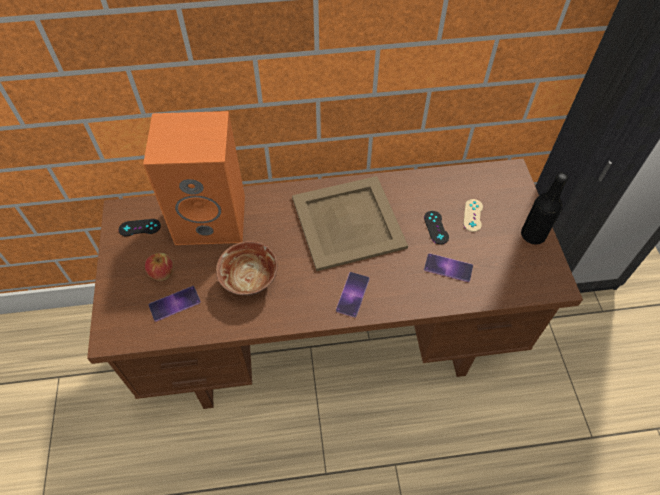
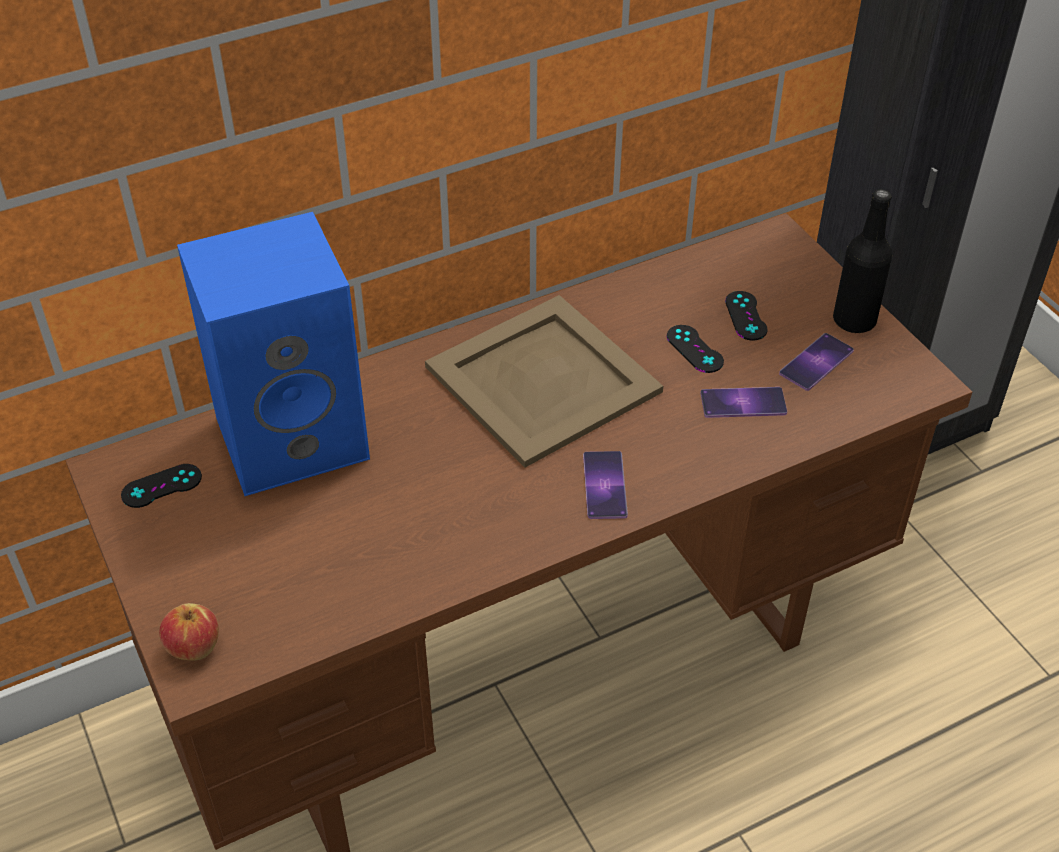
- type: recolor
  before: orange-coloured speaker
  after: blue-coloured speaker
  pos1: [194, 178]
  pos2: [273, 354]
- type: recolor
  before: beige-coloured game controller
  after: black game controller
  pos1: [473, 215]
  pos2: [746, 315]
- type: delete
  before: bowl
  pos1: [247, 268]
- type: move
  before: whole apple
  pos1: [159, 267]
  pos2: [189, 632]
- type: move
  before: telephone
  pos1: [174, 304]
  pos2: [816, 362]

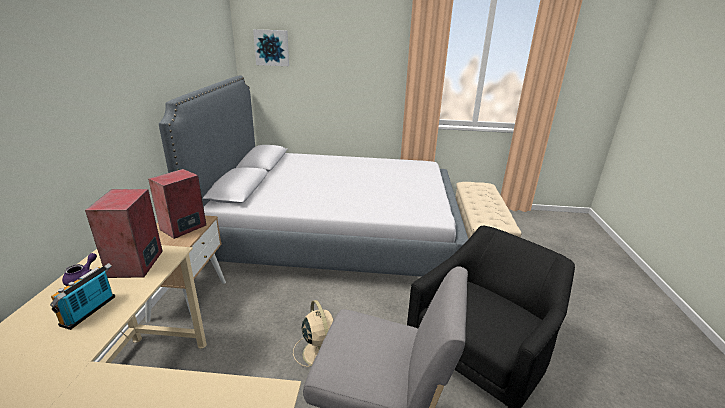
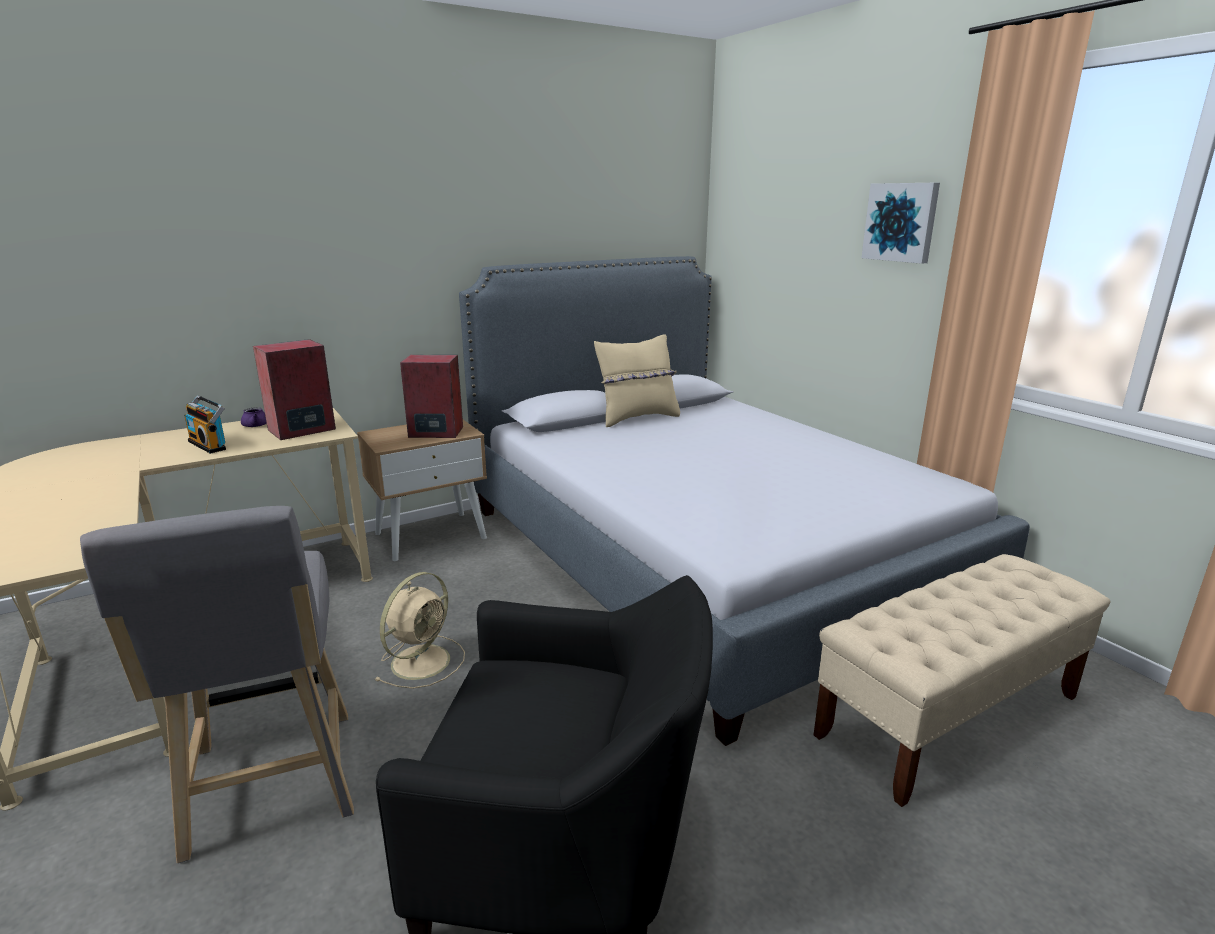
- type: move
  before: wall art
  pos1: [271, 47]
  pos2: [900, 223]
- type: rotate
  before: radio receiver
  pos1: [82, 296]
  pos2: [205, 424]
  turn: -120
- type: insert
  after: beige-coloured cushion
  pos2: [637, 380]

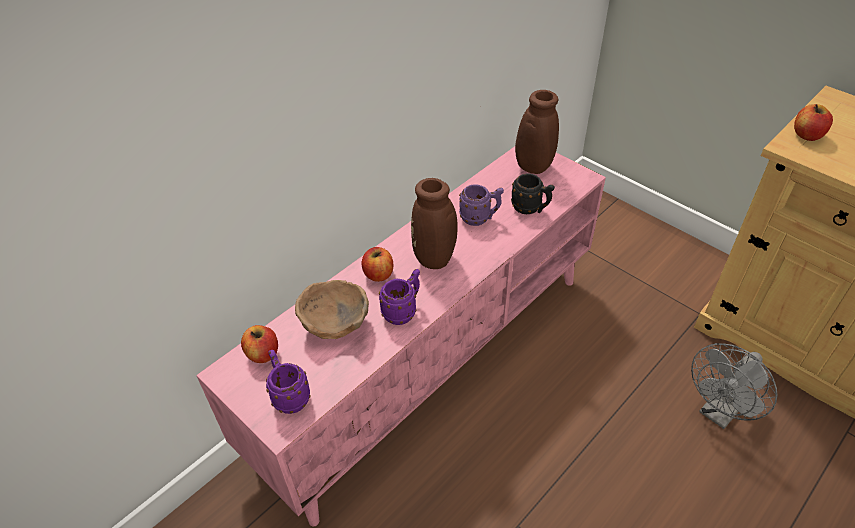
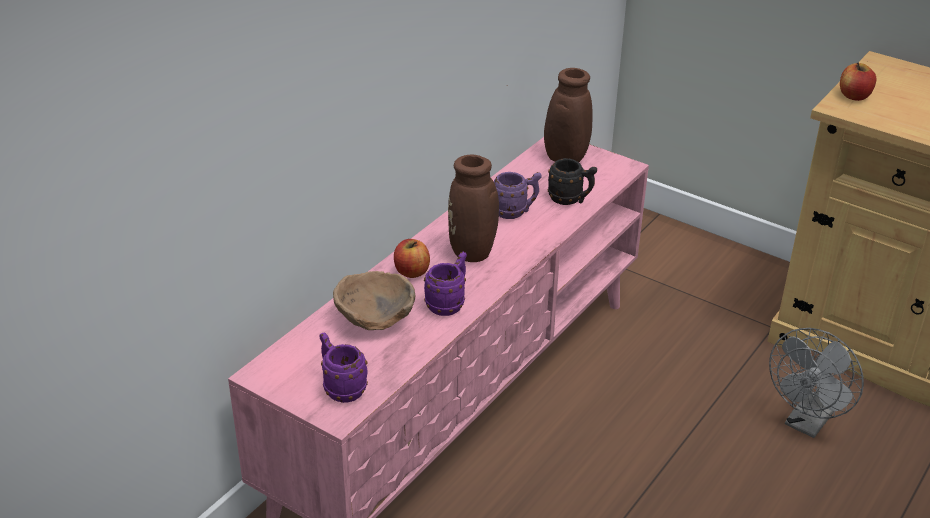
- type: delete
  before: whole apple
  pos1: [259, 344]

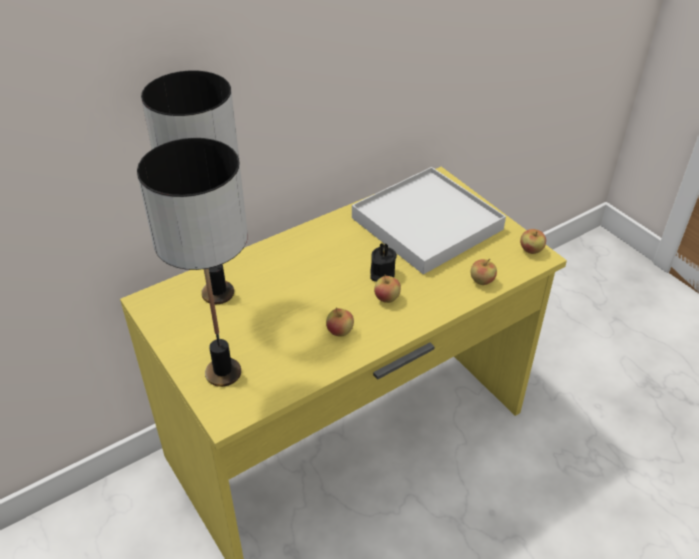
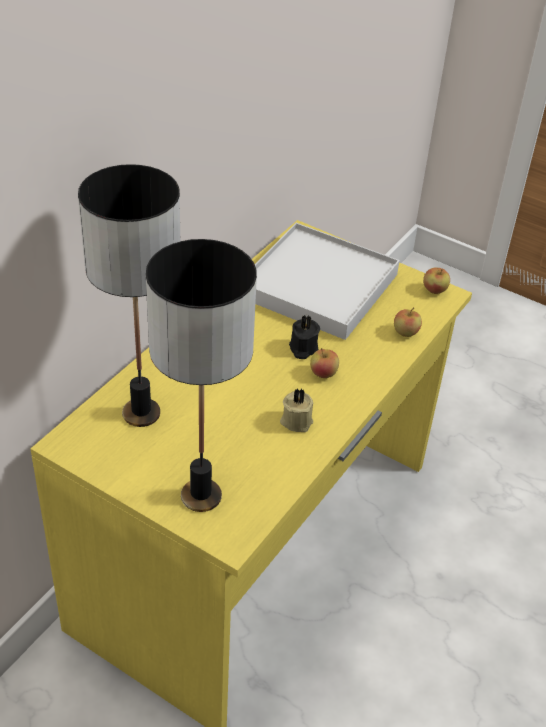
- type: replace
  before: whole apple
  after: beige-coloured candle
  pos1: [340, 322]
  pos2: [296, 410]

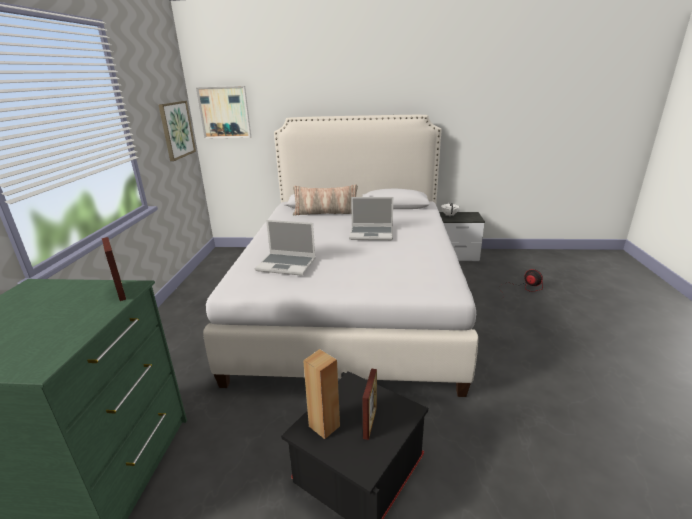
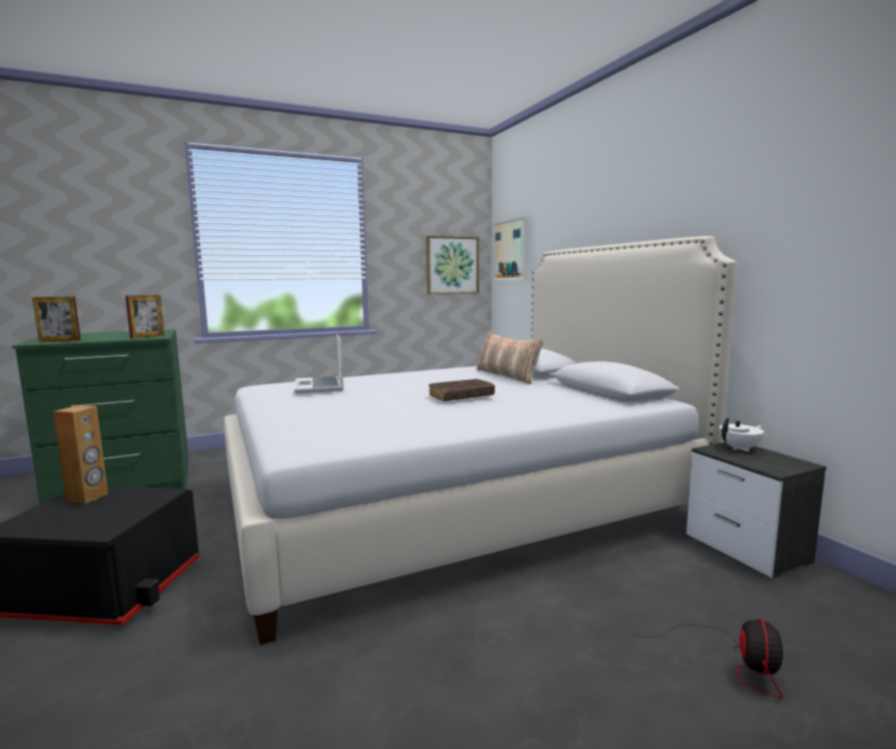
- type: replace
  before: laptop
  after: brown-coloured book
  pos1: [371, 218]
  pos2: [462, 390]
- type: move
  before: picture frame
  pos1: [369, 404]
  pos2: [56, 319]

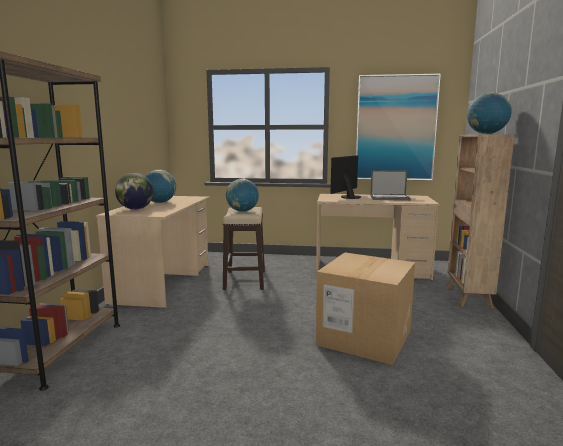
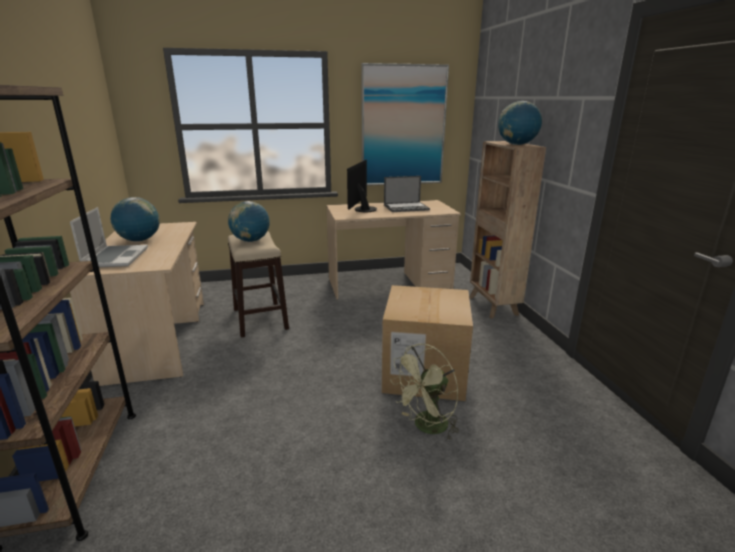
- type: replace
  before: desk globe
  after: laptop
  pos1: [134, 191]
  pos2: [109, 237]
- type: insert
  after: green-coloured fan
  pos2: [424, 392]

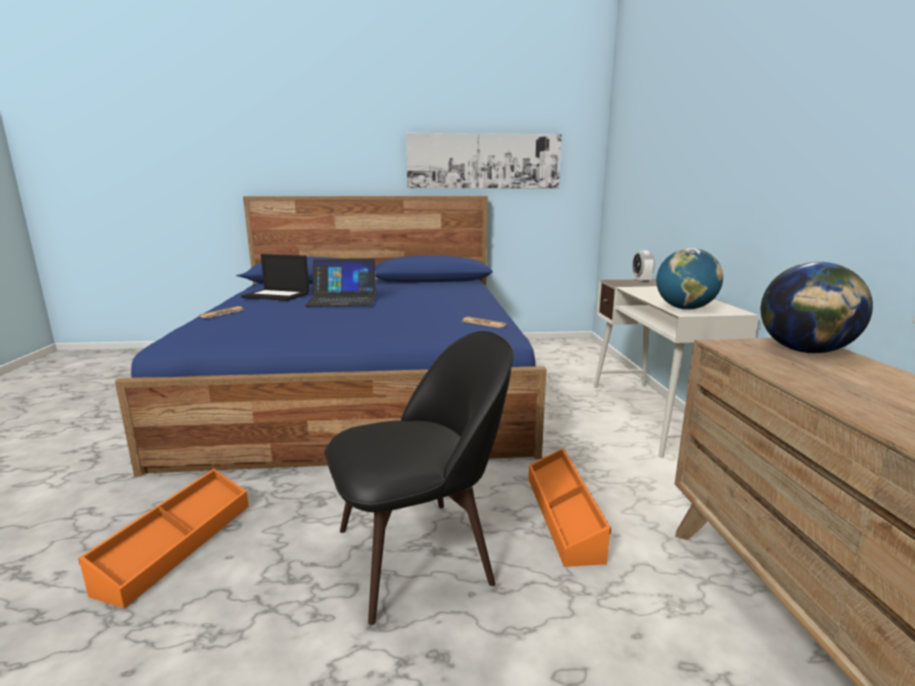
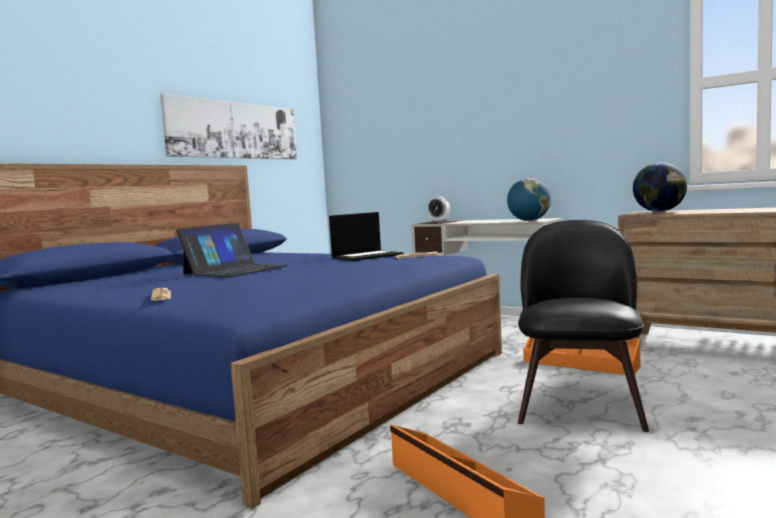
- type: move
  before: laptop
  pos1: [275, 277]
  pos2: [366, 236]

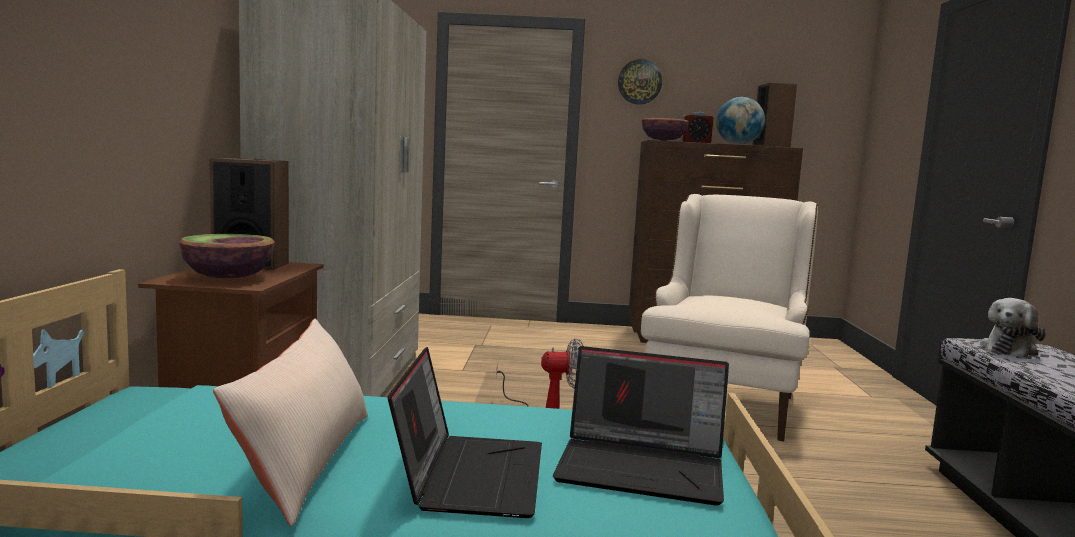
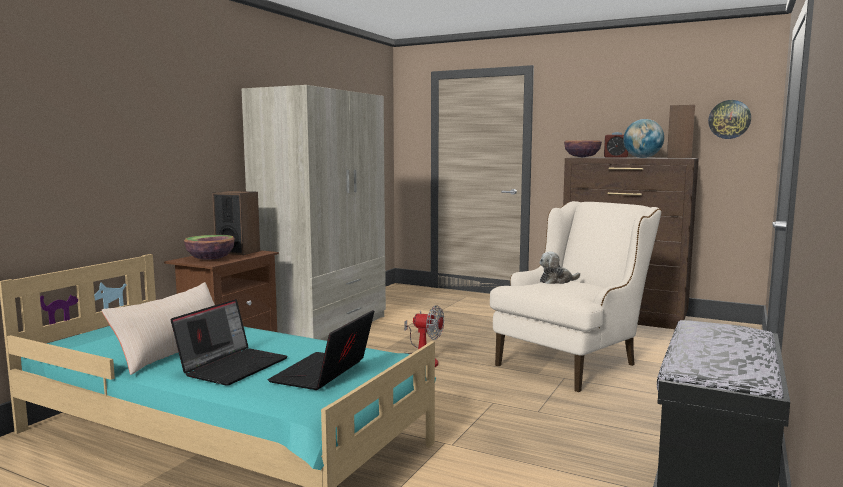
- type: move
  before: clock on the wall
  pos1: [640, 82]
  pos2: [729, 119]
- type: move
  before: cuddly toy
  pos1: [1013, 328]
  pos2: [559, 268]
- type: rotate
  before: laptop
  pos1: [641, 426]
  pos2: [320, 350]
  turn: 75

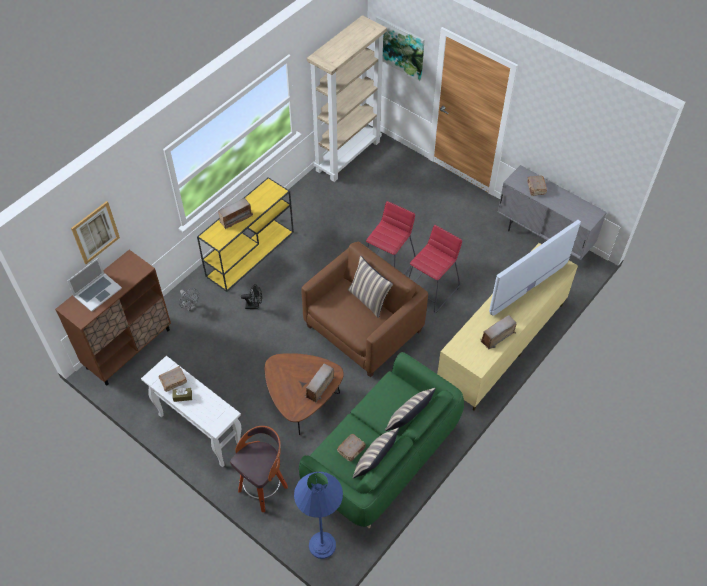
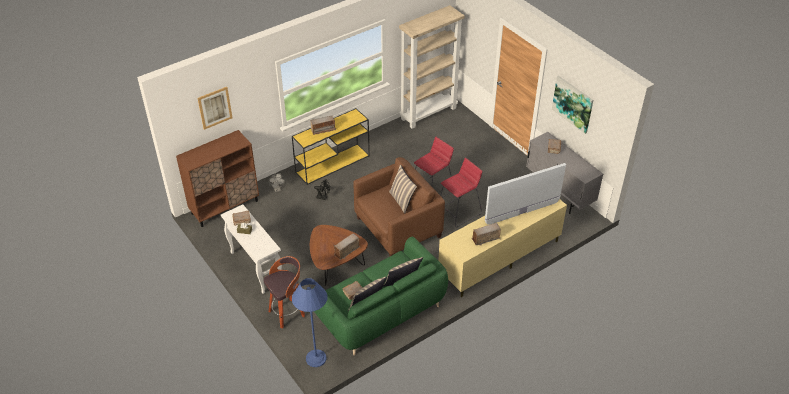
- type: move
  before: wall art
  pos1: [400, 48]
  pos2: [572, 105]
- type: delete
  before: laptop
  pos1: [94, 285]

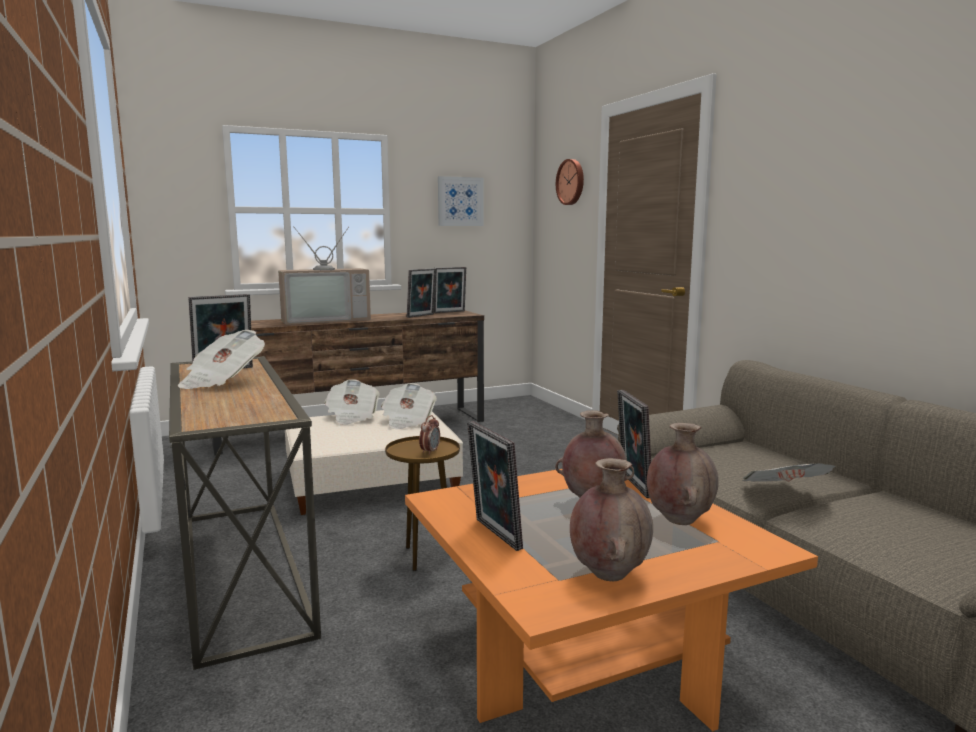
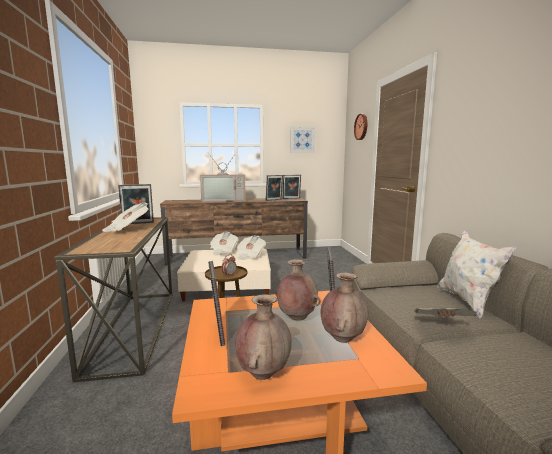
- type: insert
  after: white cushion
  pos2: [477, 274]

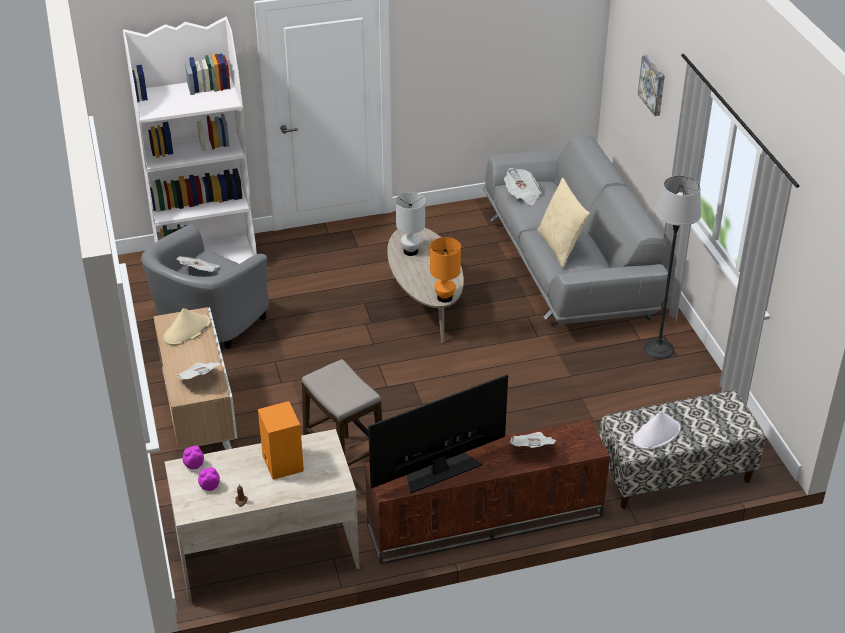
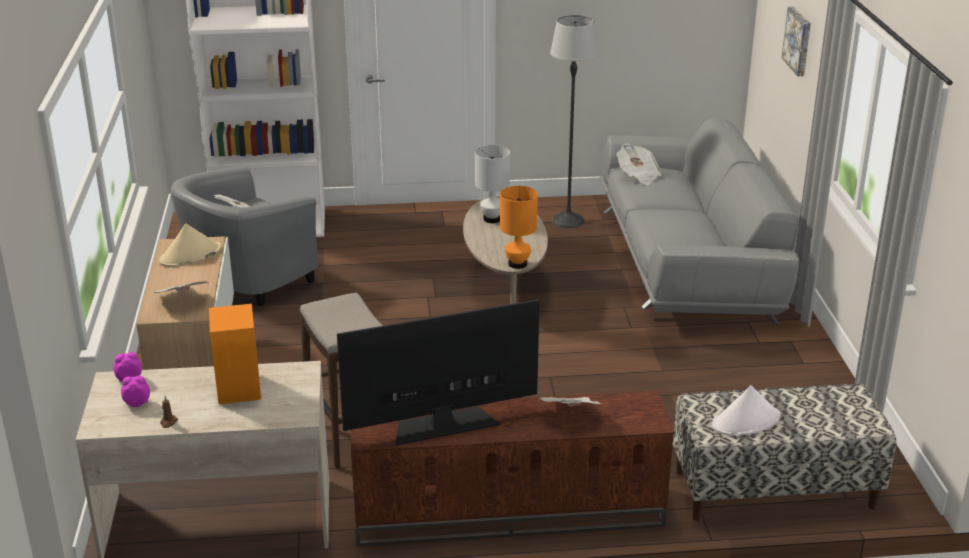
- type: move
  before: standard lamp
  pos1: [672, 267]
  pos2: [574, 121]
- type: delete
  before: beige-coloured cushion
  pos1: [563, 223]

